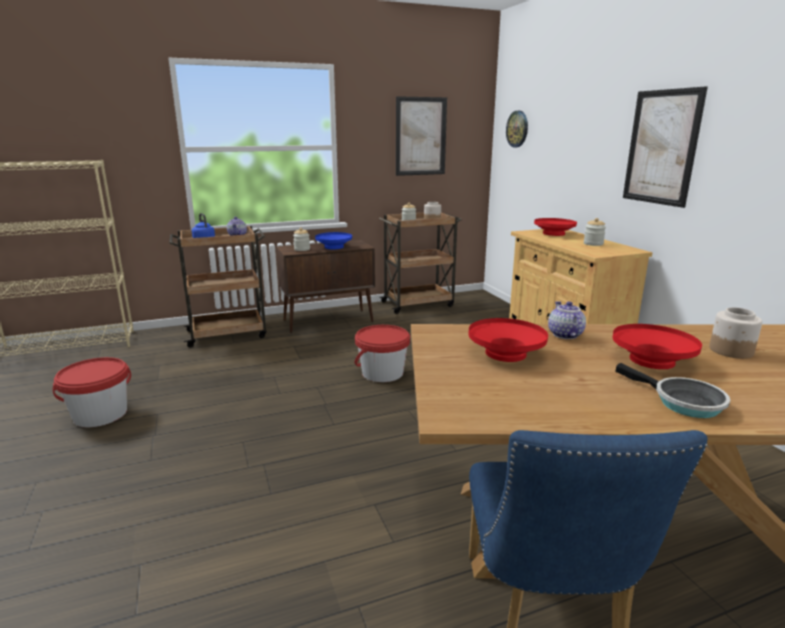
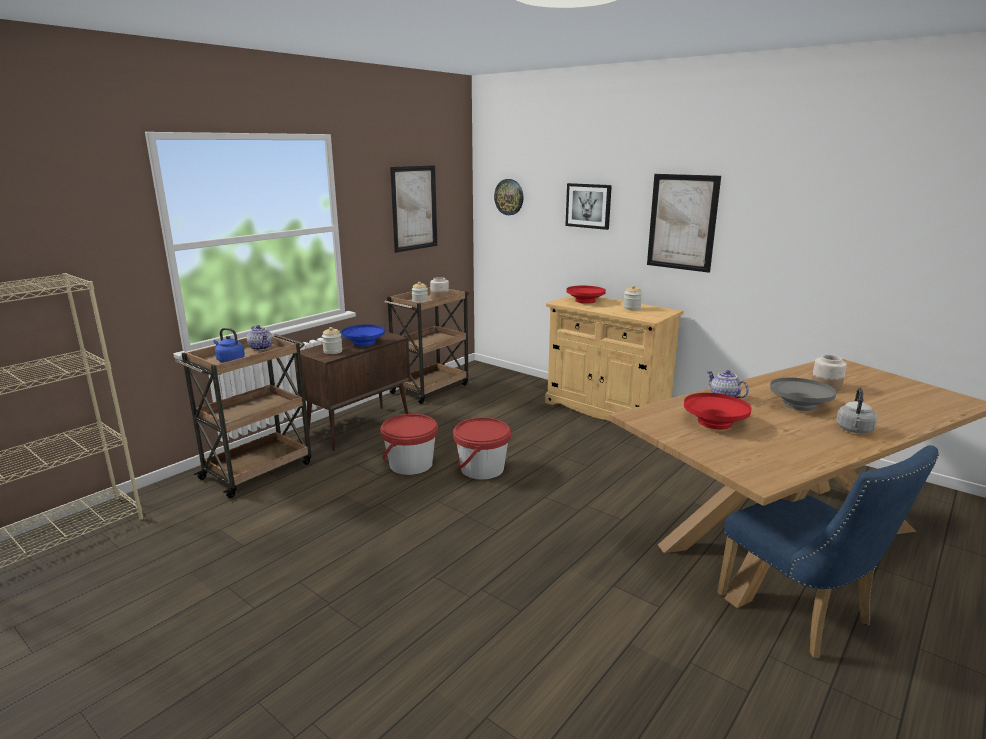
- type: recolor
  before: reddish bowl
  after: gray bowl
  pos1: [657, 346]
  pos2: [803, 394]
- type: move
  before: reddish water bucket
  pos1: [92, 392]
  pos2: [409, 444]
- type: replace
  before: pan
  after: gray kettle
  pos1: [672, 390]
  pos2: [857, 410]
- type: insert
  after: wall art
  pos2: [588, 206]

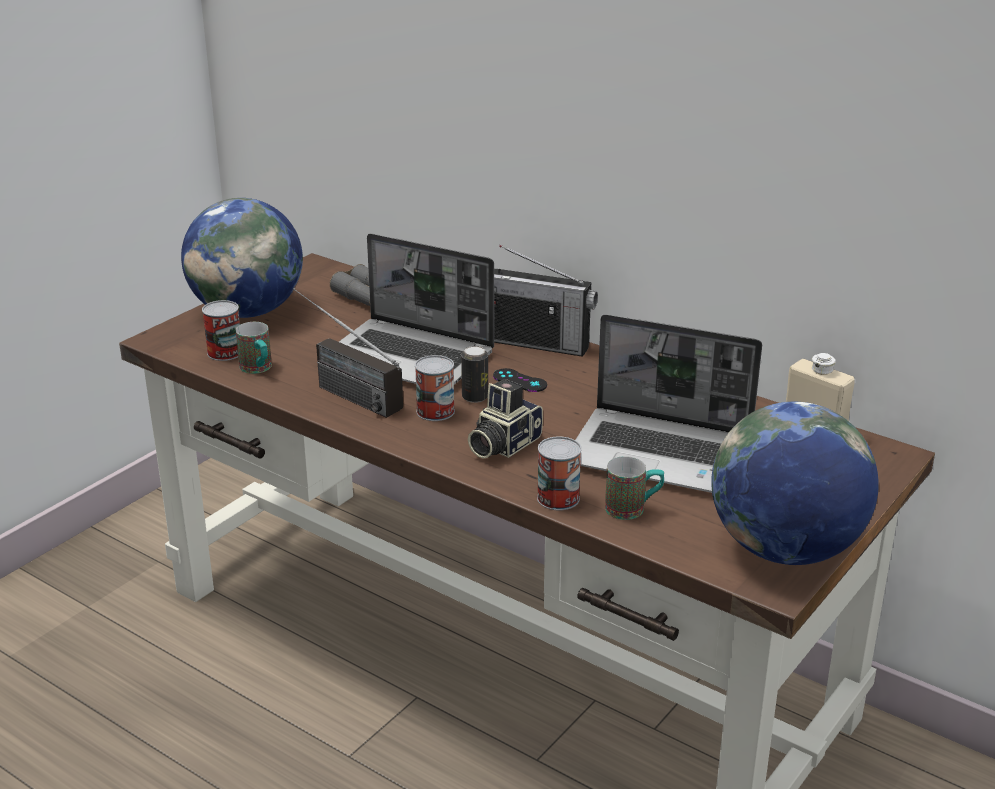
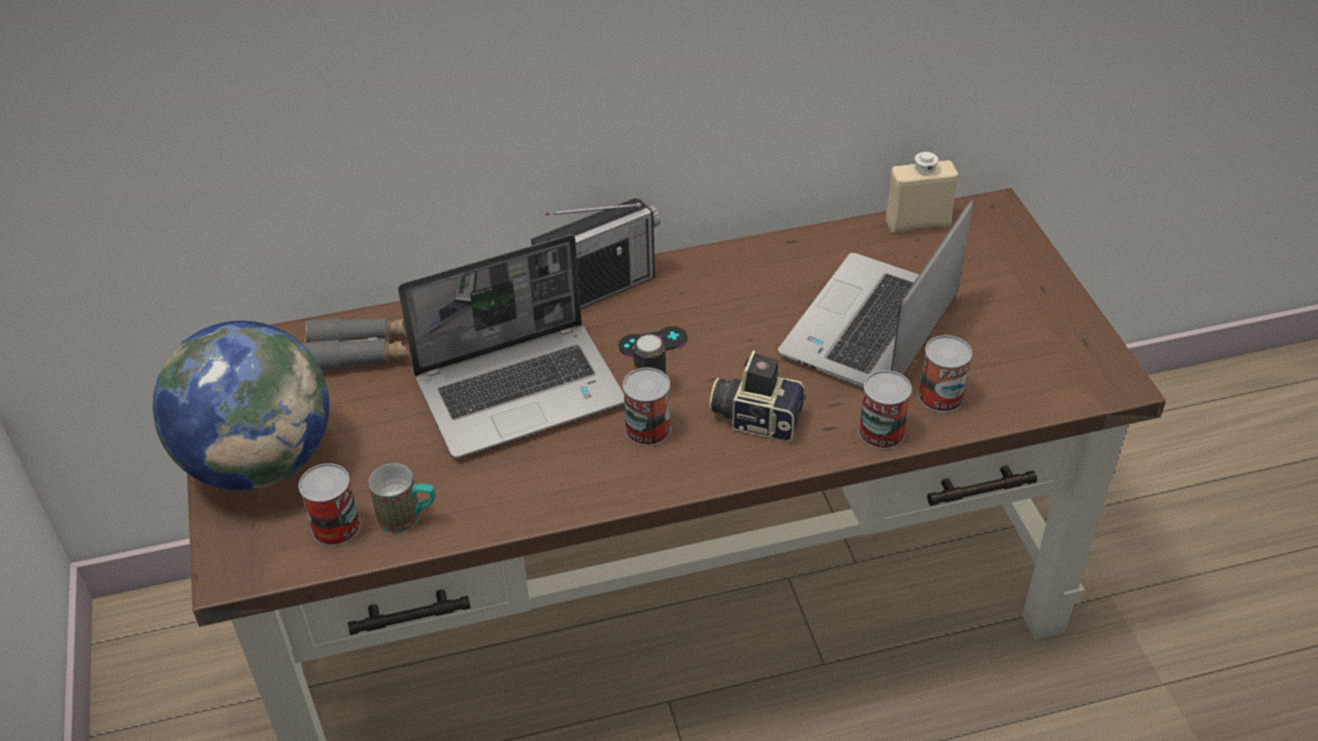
- type: delete
  before: radio receiver
  pos1: [348, 353]
- type: rotate
  before: laptop
  pos1: [669, 403]
  pos2: [875, 294]
  turn: 150
- type: rotate
  before: still camera
  pos1: [505, 419]
  pos2: [757, 395]
  turn: 120
- type: delete
  before: desk globe
  pos1: [795, 483]
- type: replace
  before: coffee mug
  after: sealed can
  pos1: [634, 488]
  pos2: [945, 374]

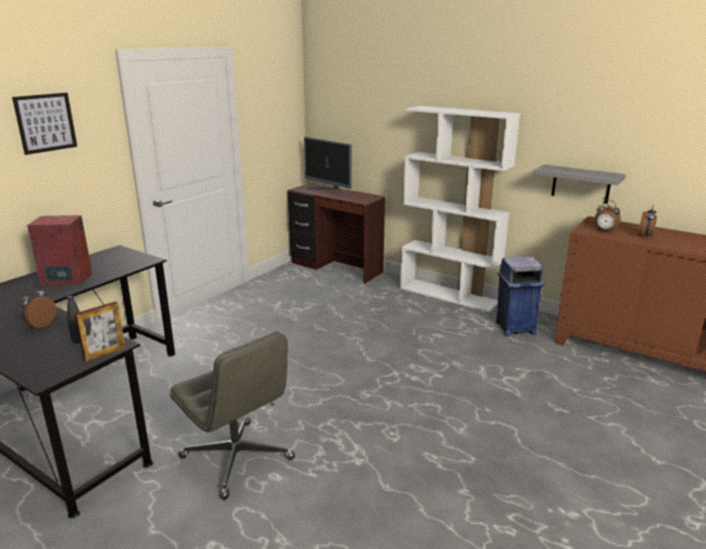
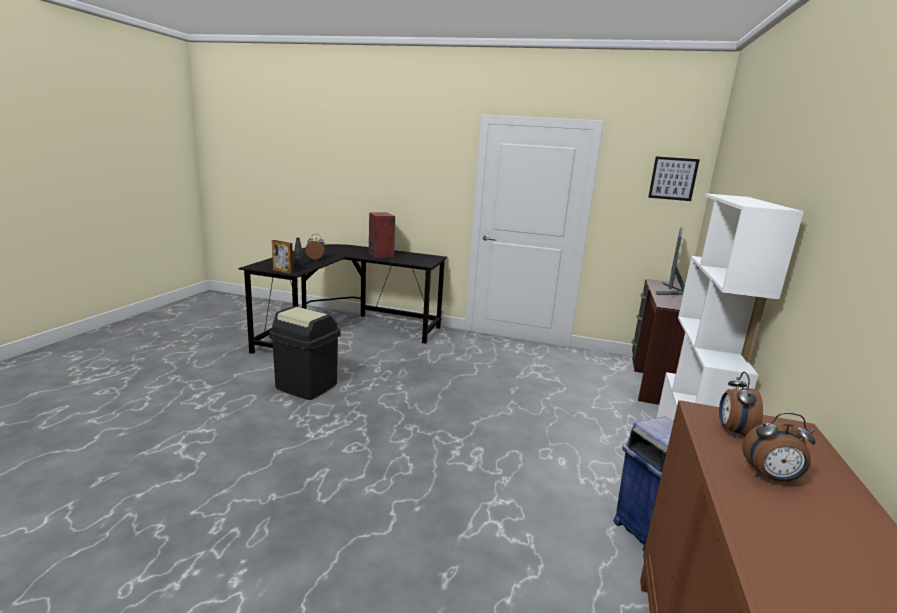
- type: move
  before: wall art
  pos1: [44, 124]
  pos2: [674, 178]
- type: delete
  before: gray shelf
  pos1: [580, 184]
- type: replace
  before: gray desk chair
  after: black waste bin
  pos1: [232, 415]
  pos2: [305, 353]

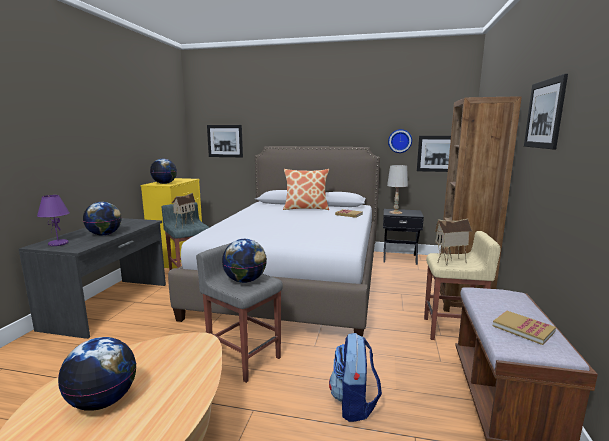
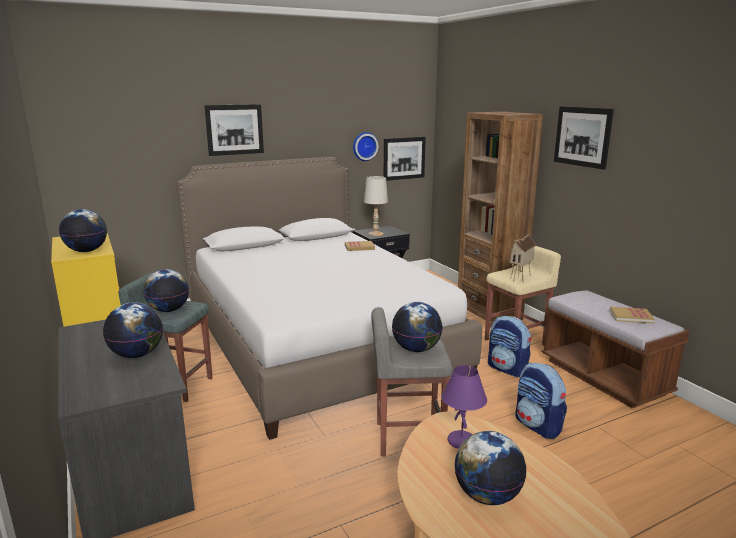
- type: move
  before: wall art
  pos1: [225, 141]
  pos2: [234, 130]
- type: delete
  before: cushion
  pos1: [306, 189]
- type: replace
  before: toy house
  after: desk globe
  pos1: [183, 210]
  pos2: [166, 290]
- type: move
  before: purple-coloured lamp for a table
  pos1: [53, 220]
  pos2: [464, 407]
- type: insert
  after: rucksack
  pos2: [510, 346]

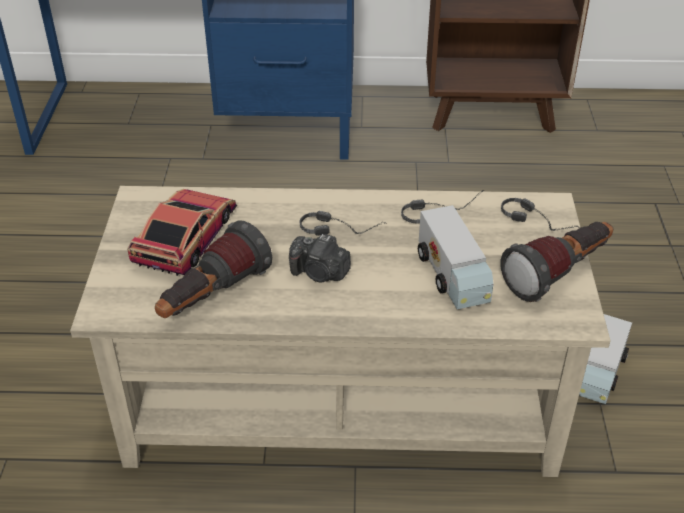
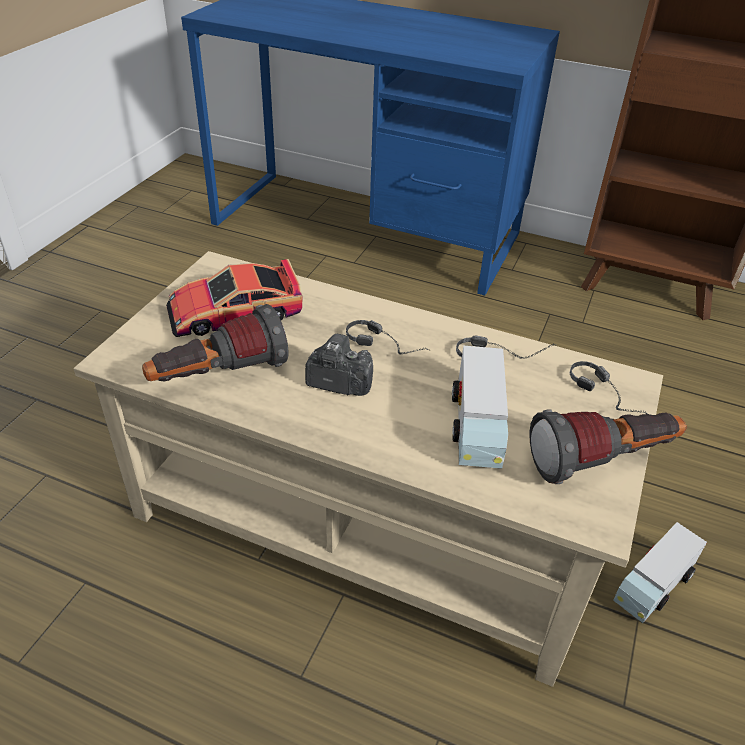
- type: rotate
  before: toy car
  pos1: [182, 232]
  pos2: [234, 298]
  turn: -150
- type: rotate
  before: still camera
  pos1: [320, 258]
  pos2: [339, 365]
  turn: 150

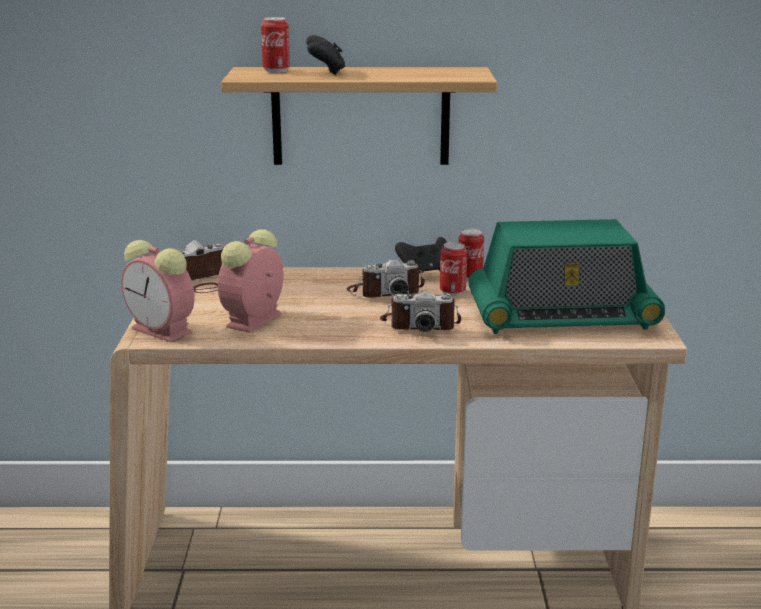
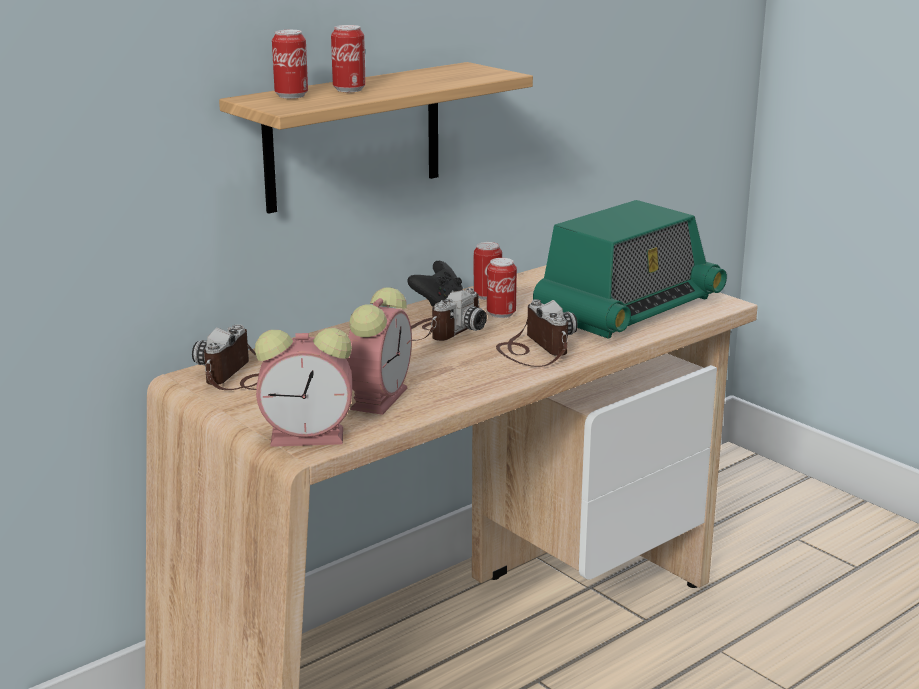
- type: replace
  before: black game controller
  after: sealed can
  pos1: [325, 55]
  pos2: [348, 58]
- type: rotate
  before: bedside clock
  pos1: [251, 281]
  pos2: [379, 351]
  turn: -150
- type: rotate
  before: still camera
  pos1: [420, 311]
  pos2: [537, 333]
  turn: -75

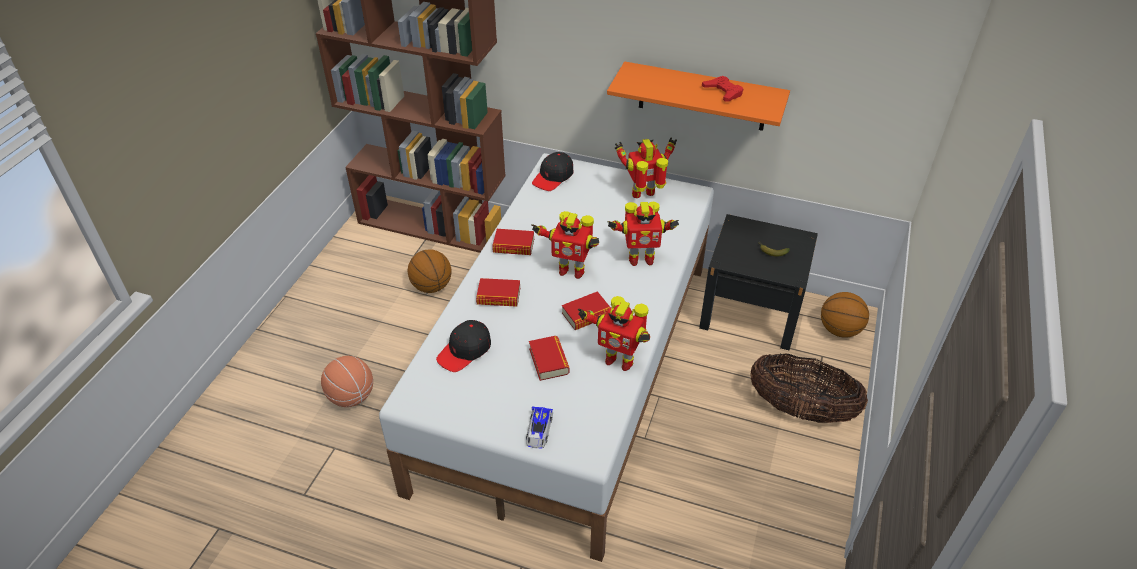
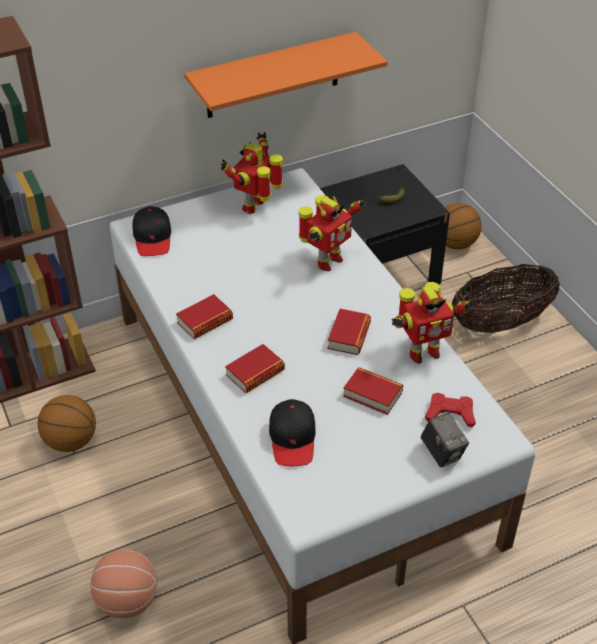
- type: move
  before: reddish game controller
  pos1: [722, 89]
  pos2: [450, 410]
- type: delete
  before: model robot
  pos1: [565, 245]
- type: replace
  before: toy car
  after: still camera
  pos1: [539, 427]
  pos2: [445, 440]

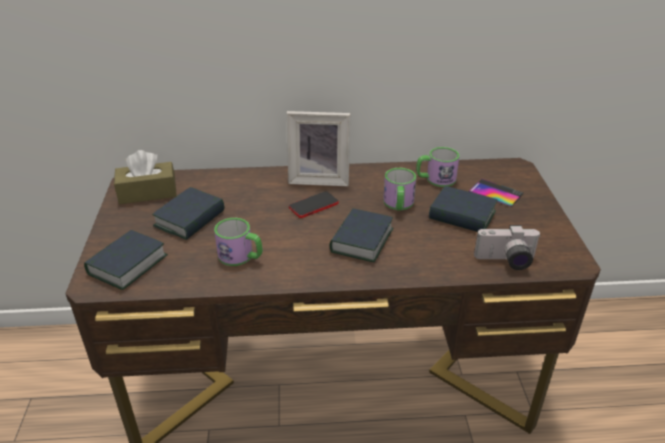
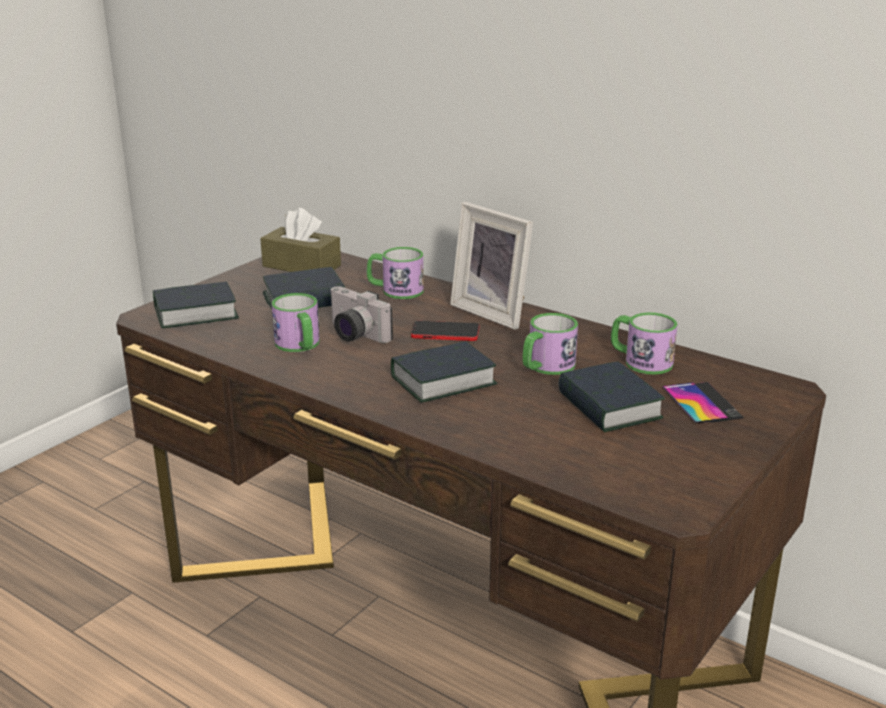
- type: move
  before: still camera
  pos1: [507, 247]
  pos2: [361, 314]
- type: insert
  after: coffee mug
  pos2: [395, 273]

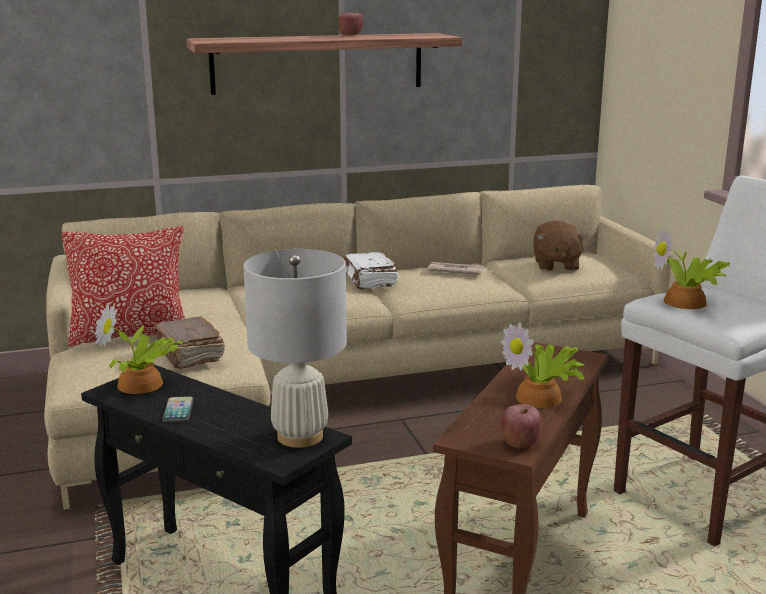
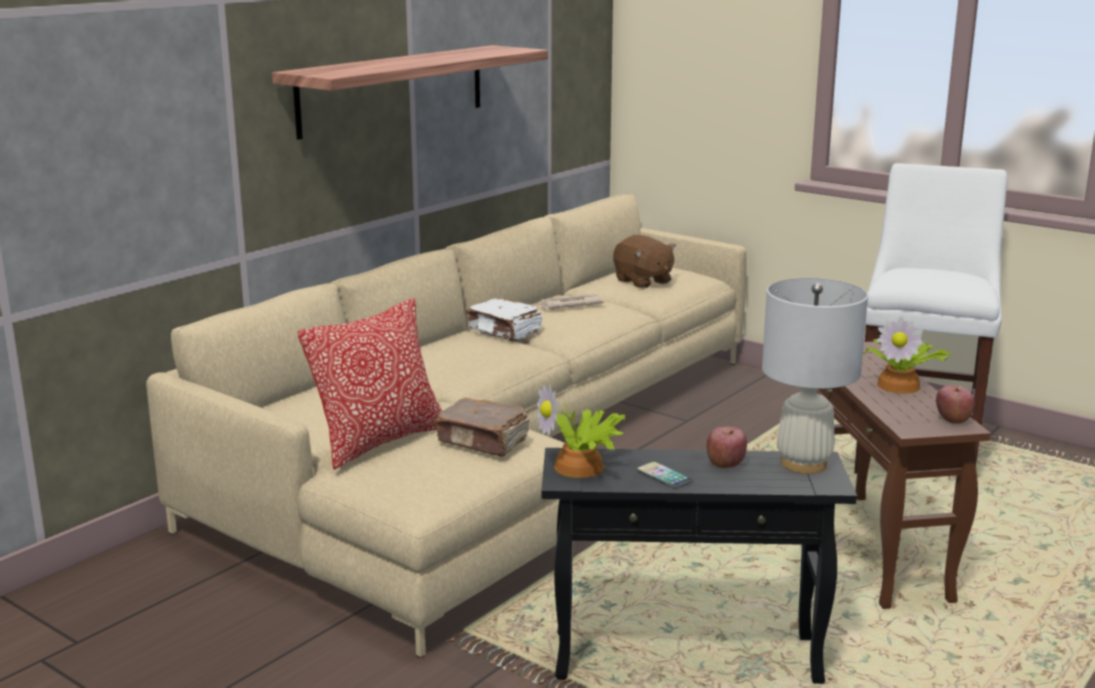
- type: move
  before: whole apple
  pos1: [350, 24]
  pos2: [727, 447]
- type: delete
  before: potted plant
  pos1: [692, 268]

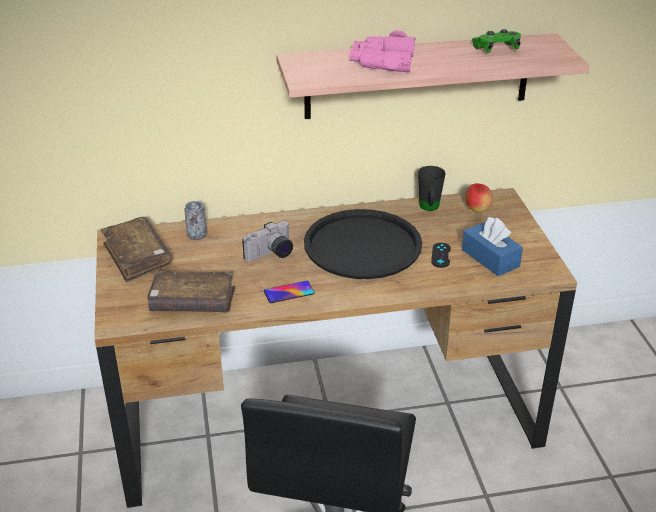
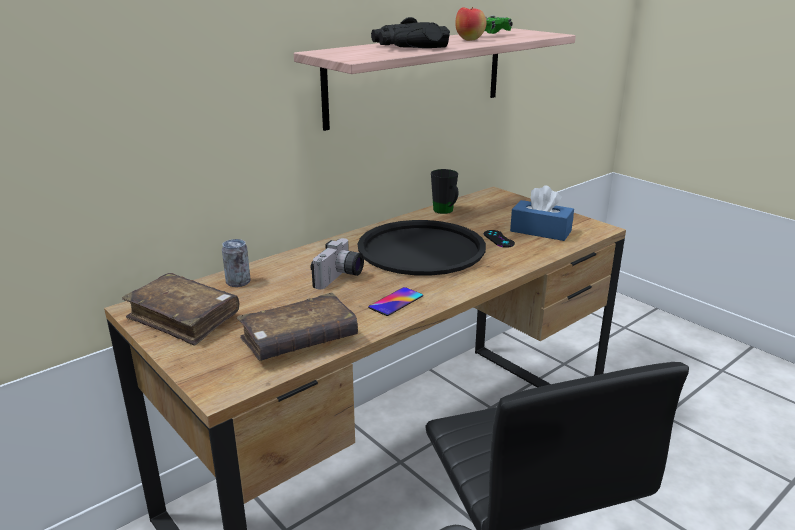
- type: recolor
  before: pink binoculars
  after: black binoculars
  pos1: [383, 51]
  pos2: [410, 32]
- type: move
  before: whole apple
  pos1: [479, 198]
  pos2: [471, 24]

